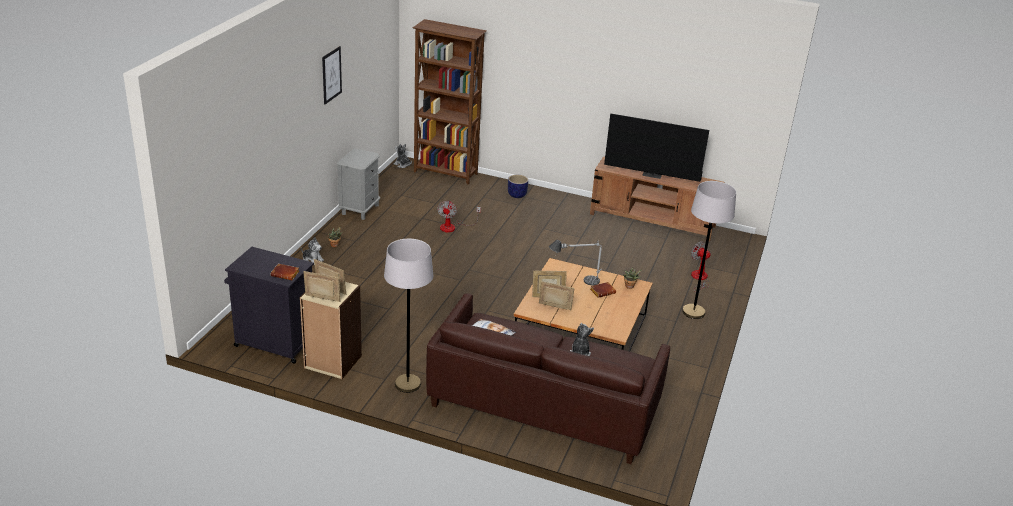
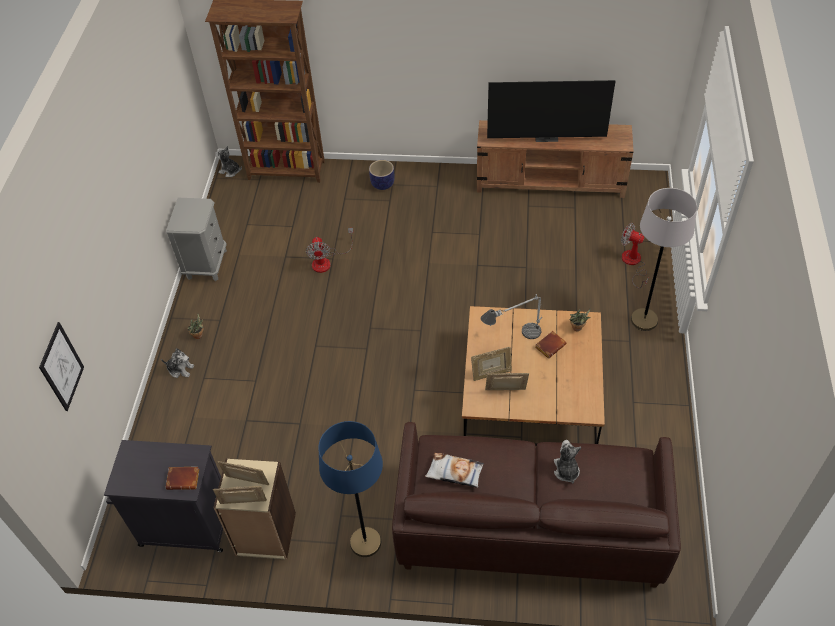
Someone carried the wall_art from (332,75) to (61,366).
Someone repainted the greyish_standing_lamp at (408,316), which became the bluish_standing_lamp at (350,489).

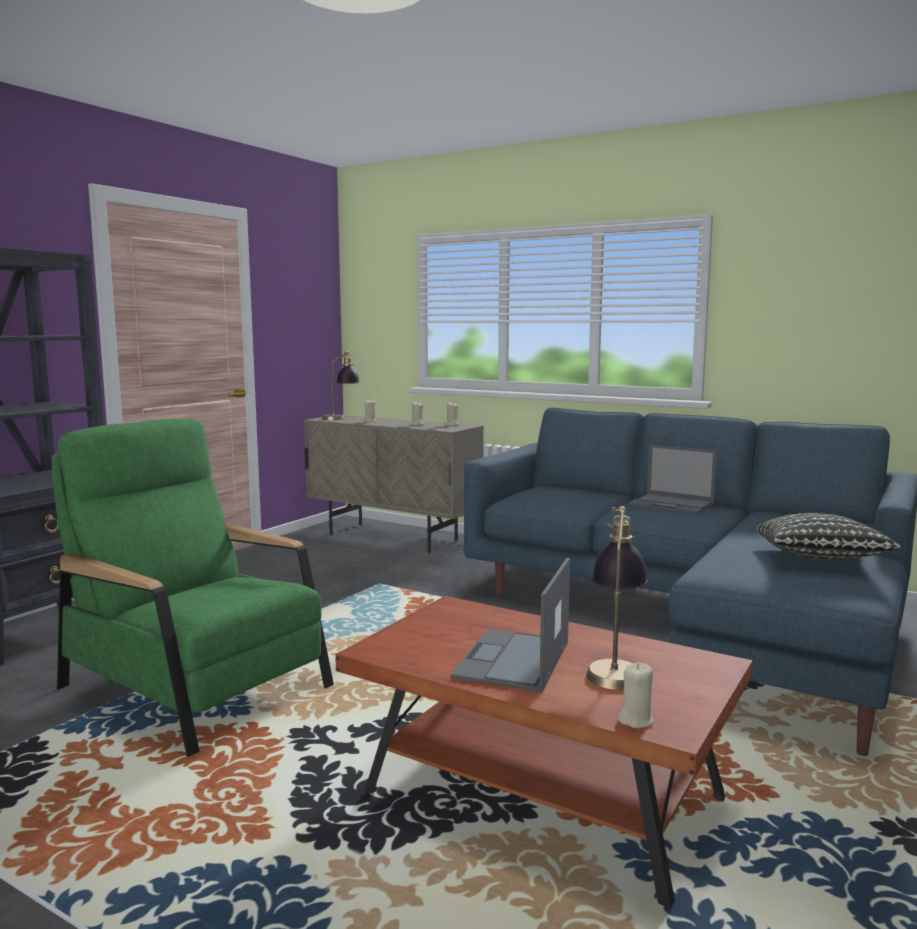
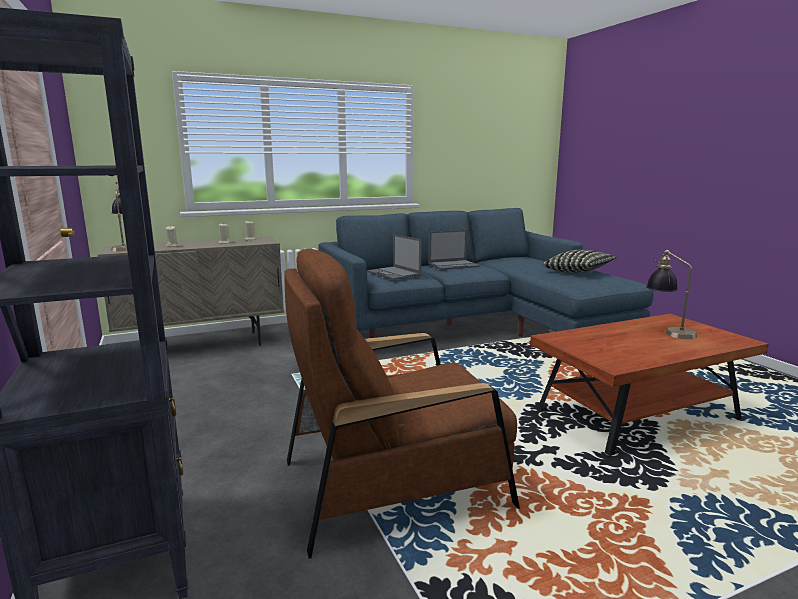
Someone took away the beige_candle at (635,695).
Someone carried the portable_computer from (510,625) to (394,257).
Someone repainted the greenish_lounge_chair at (193,588), which became the brownish_lounge_chair at (402,404).

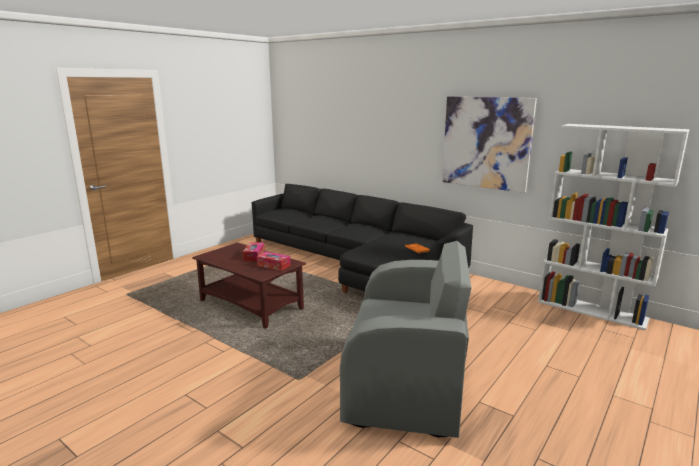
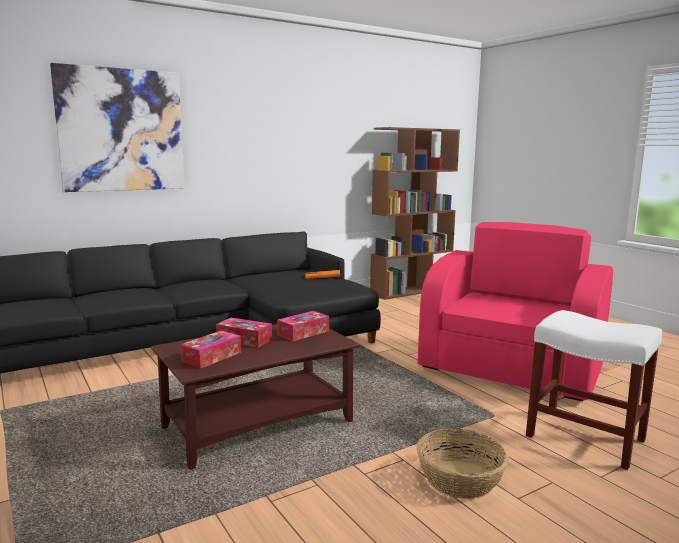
Someone put down the box_of_tissues at (210,349).
Someone put down the basket at (462,463).
Someone put down the white-coloured_stool at (594,390).
Someone carried the wall_art from (489,144) to (117,127).
Someone repainted the greyish_lounge_chair at (405,339), which became the pink_lounge_chair at (515,311).
Someone repainted the white-coloured_bookshelf at (614,227), which became the brownish_bookshelf at (415,213).

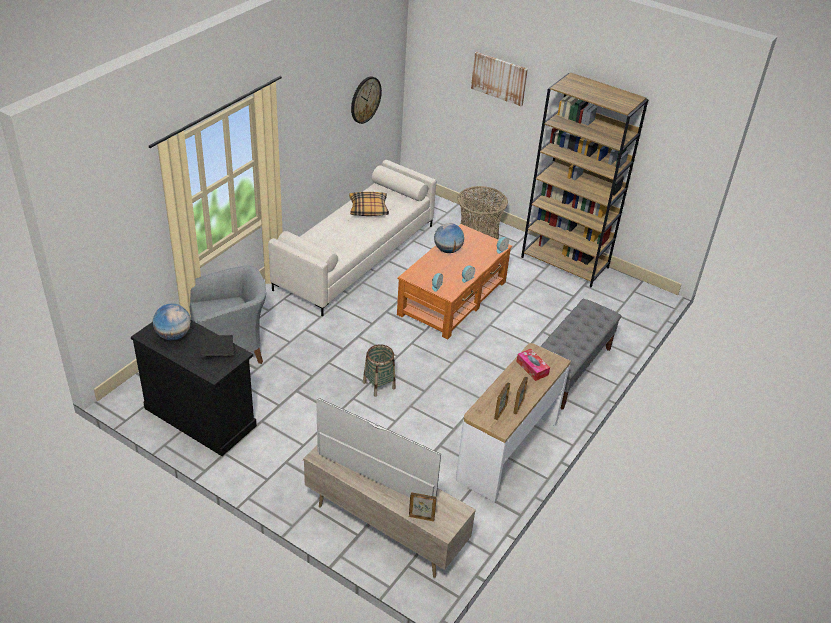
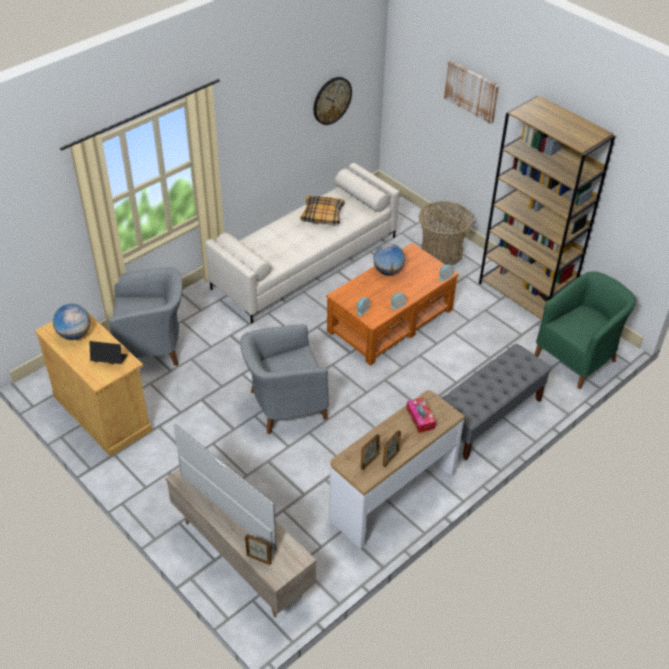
Someone put down the greenish_lounge_chair at (585,330).
Someone swapped the basket at (379,370) for the greyish_lounge_chair at (284,379).
Someone repainted the blackish_storage_cabinet at (194,388), which became the beige_storage_cabinet at (93,381).

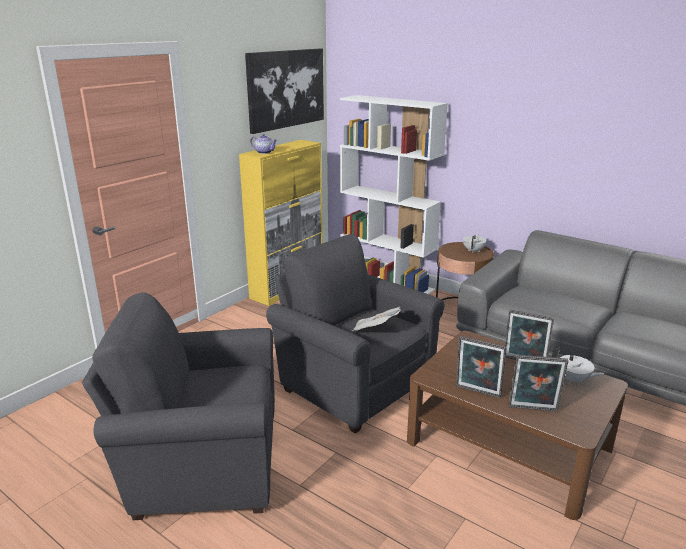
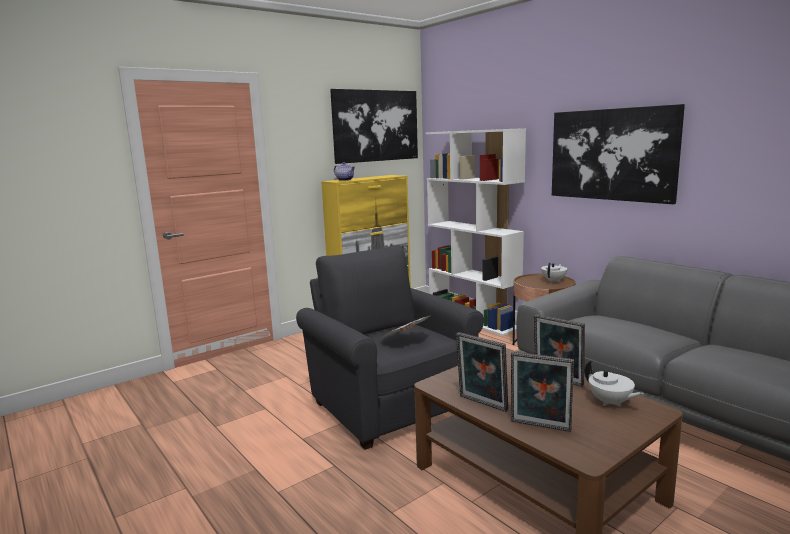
Someone took away the greyish_lounge_chair at (178,406).
Someone put up the wall_art at (618,154).

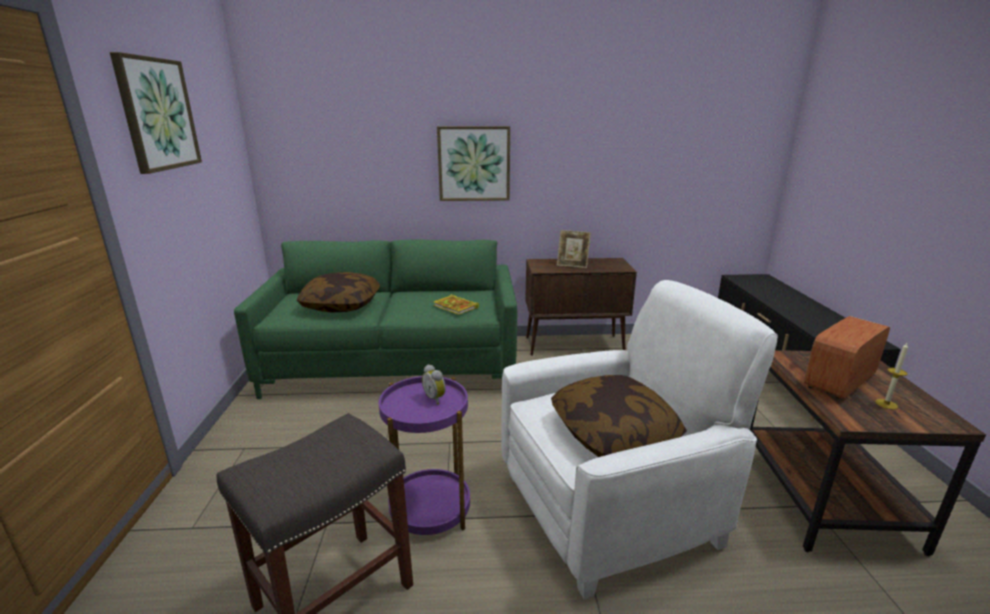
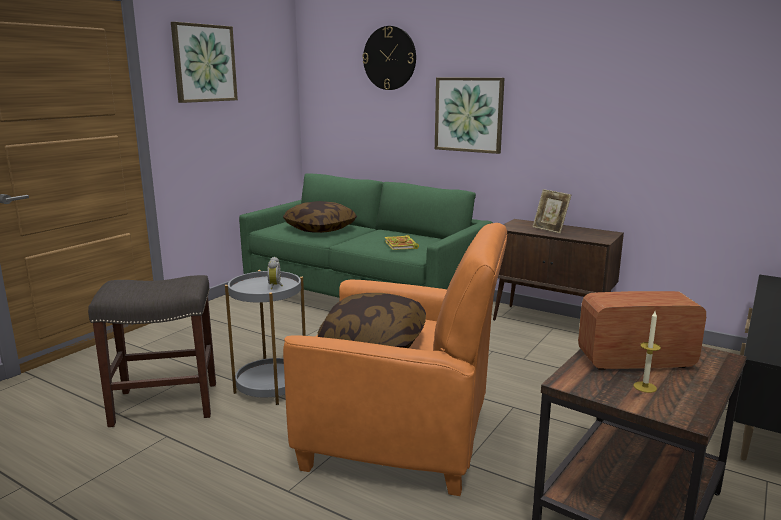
Someone put up the hanging_clock at (389,58).
Someone repainted the purple-coloured_end_table at (424,455), which became the greyish_end_table at (265,337).
Someone repainted the white-coloured_lounge_chair at (640,440), which became the orange_lounge_chair at (395,359).

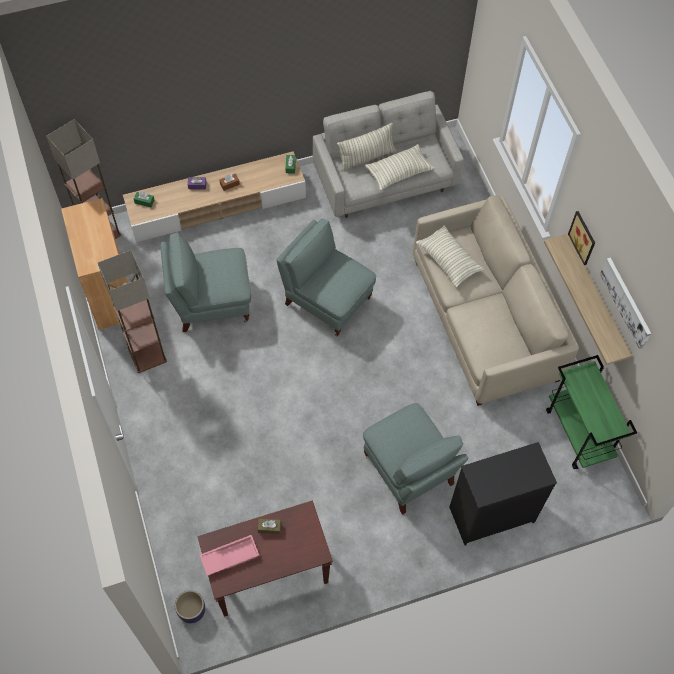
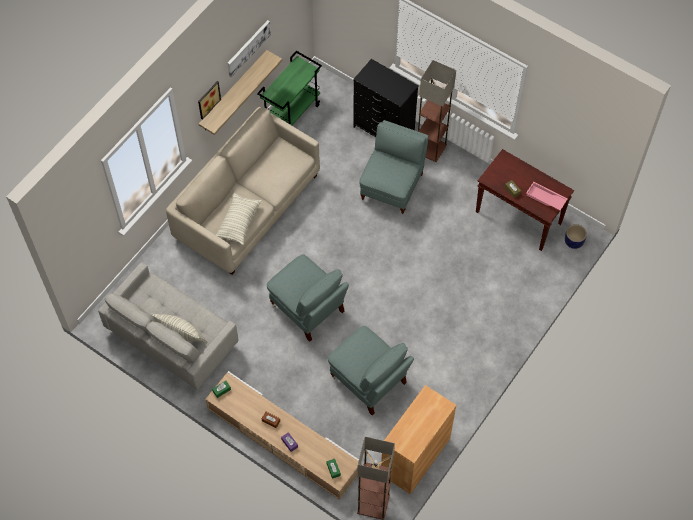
Someone took away the cushion at (400,167).
Someone carried the standing_lamp from (132,311) to (437,111).
Someone rotated the greyish_lounge_chair at (326,277) by 45 degrees counterclockwise.

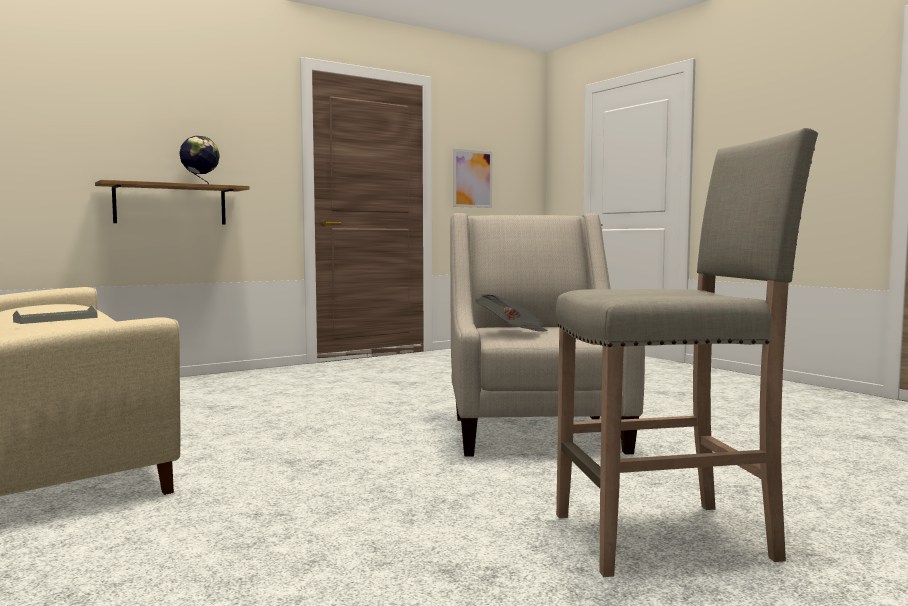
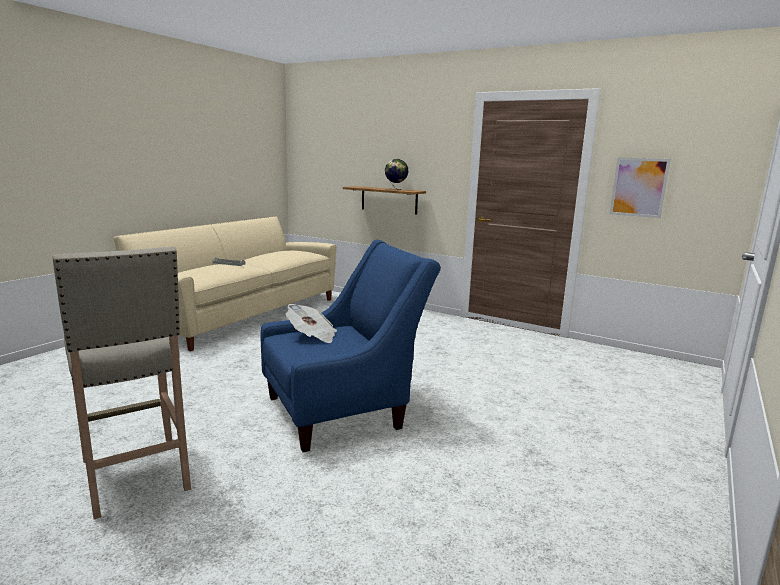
Someone repainted the beige_lounge_chair at (547,335), which became the bluish_lounge_chair at (351,346).

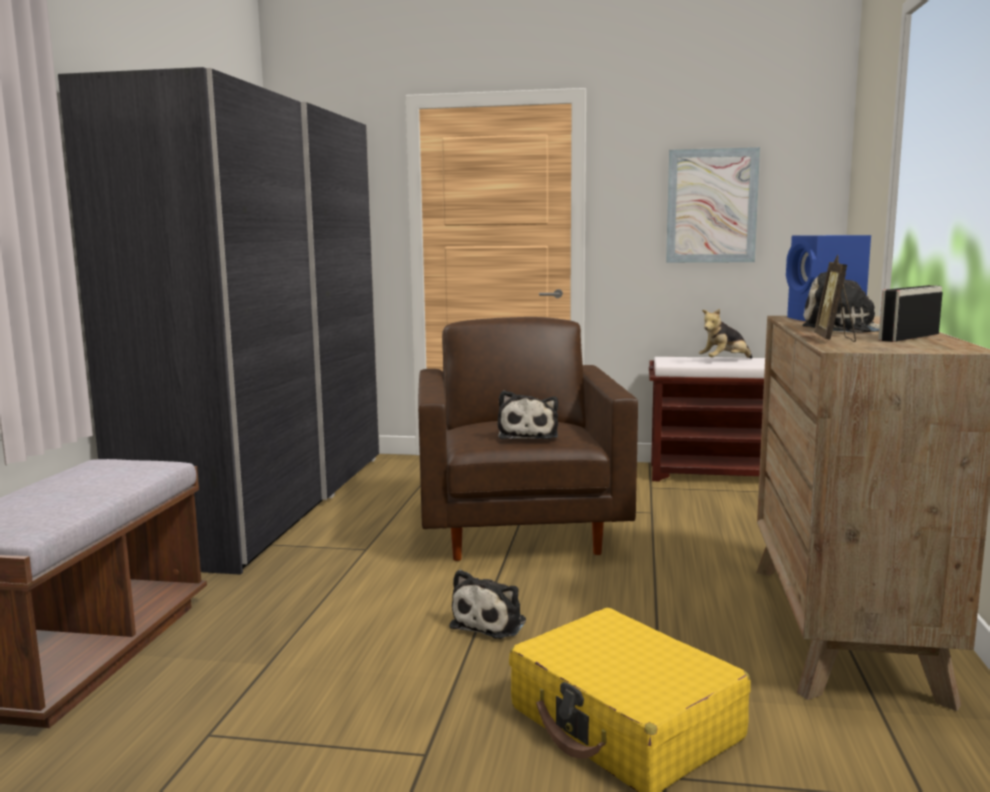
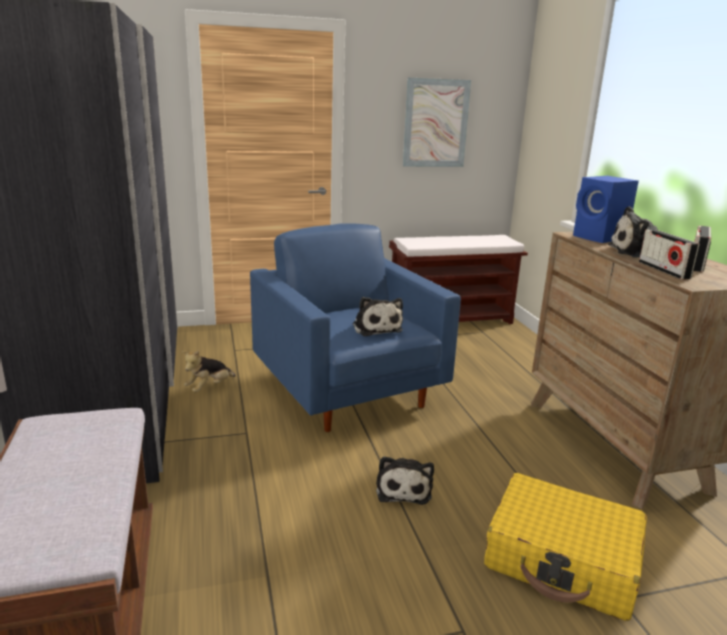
Someone carried the soft_toy from (725,334) to (209,371).
Someone swapped the standing_frame at (835,298) for the radio_set at (669,254).
Someone repainted the brownish_lounge_chair at (528,439), which became the bluish_lounge_chair at (355,327).

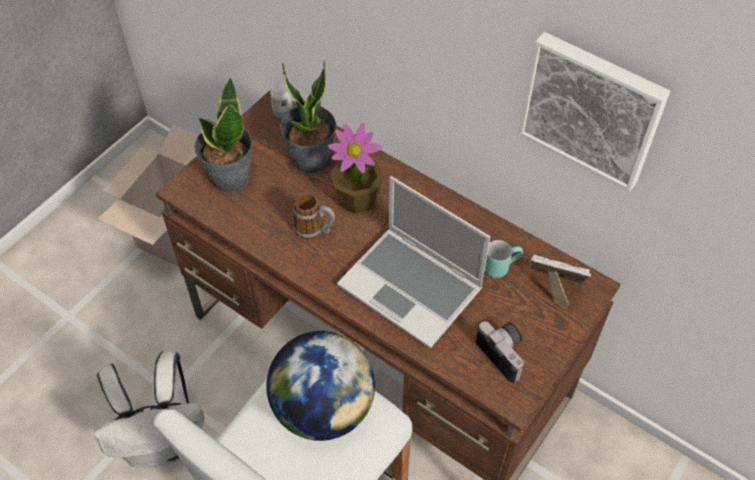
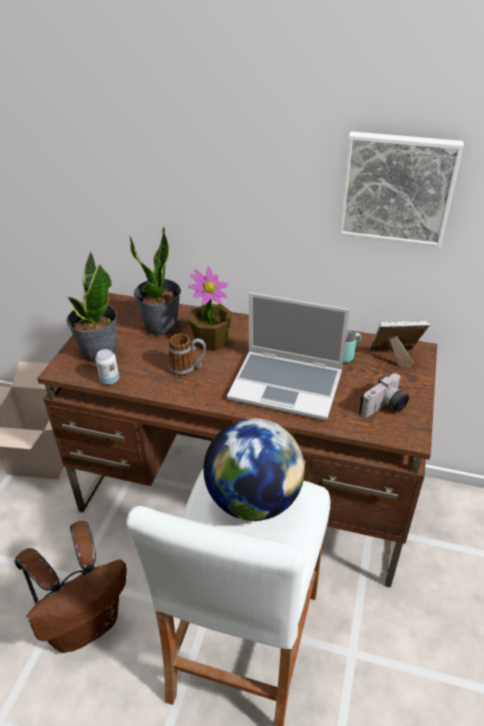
Someone carried the can from (281,100) to (107,366).
Someone repainted the white-coloured_knapsack at (149,409), which became the brownish_knapsack at (70,587).
Someone rotated the photo_camera at (499,352) by 105 degrees clockwise.

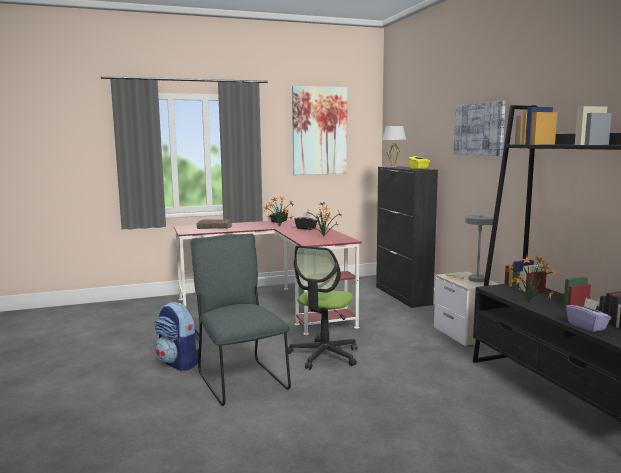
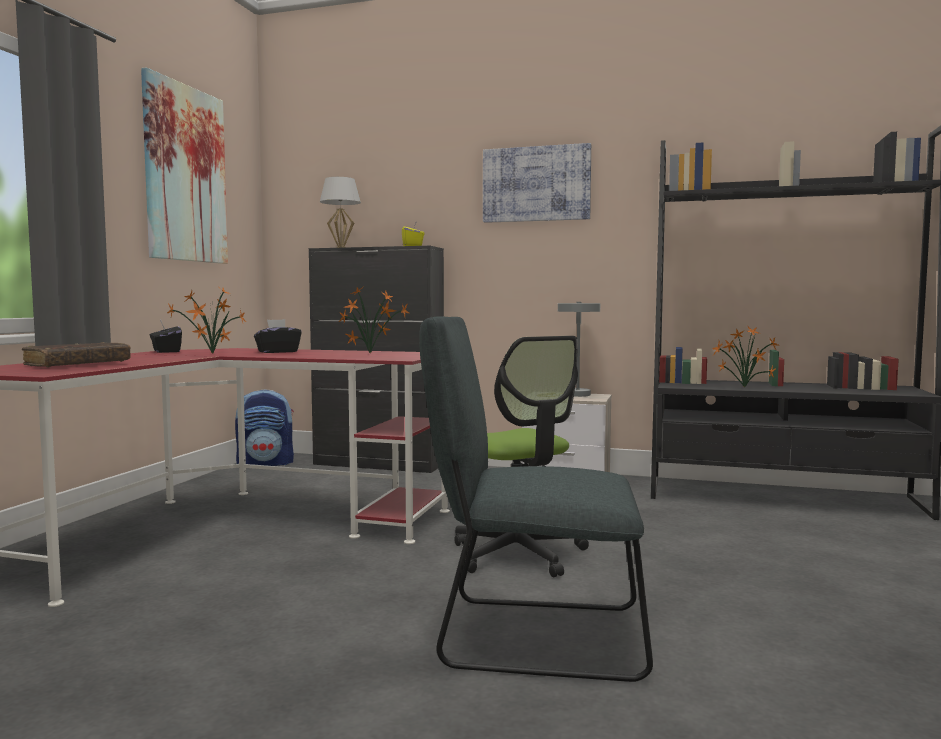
Someone took away the purple-coloured_box_of_tissues at (588,315).
Someone carried the knapsack from (178,336) to (264,427).

